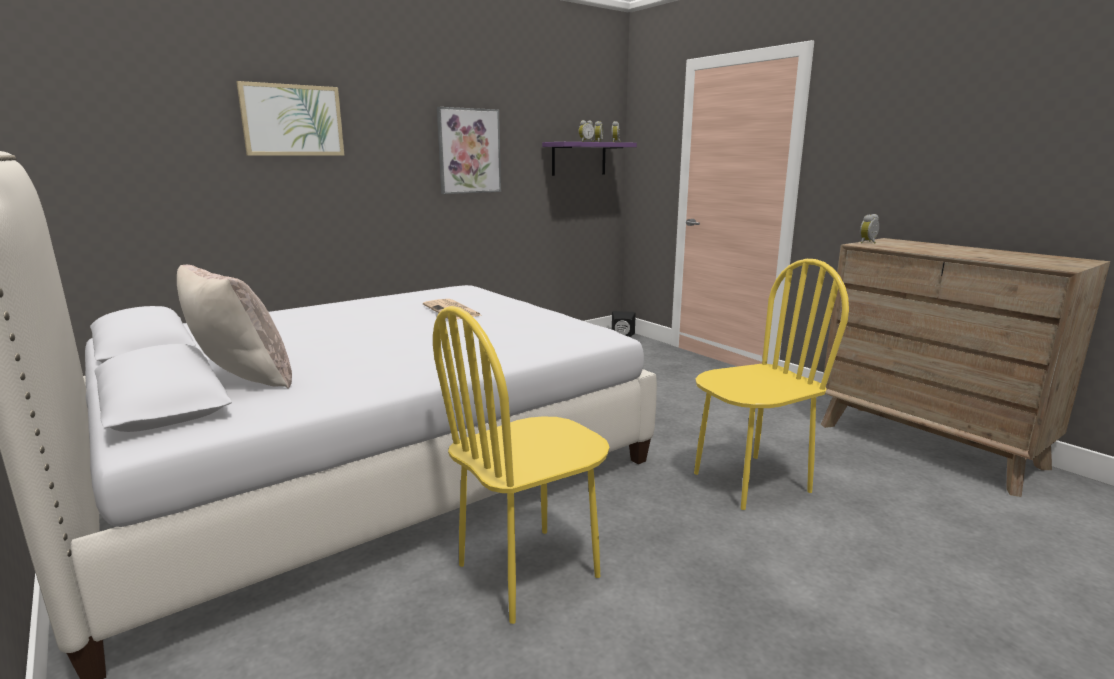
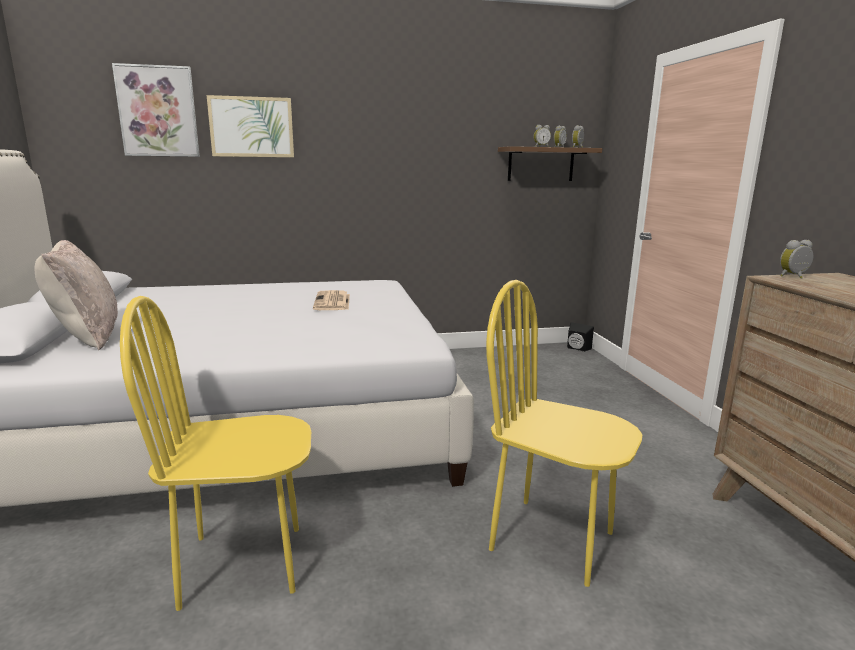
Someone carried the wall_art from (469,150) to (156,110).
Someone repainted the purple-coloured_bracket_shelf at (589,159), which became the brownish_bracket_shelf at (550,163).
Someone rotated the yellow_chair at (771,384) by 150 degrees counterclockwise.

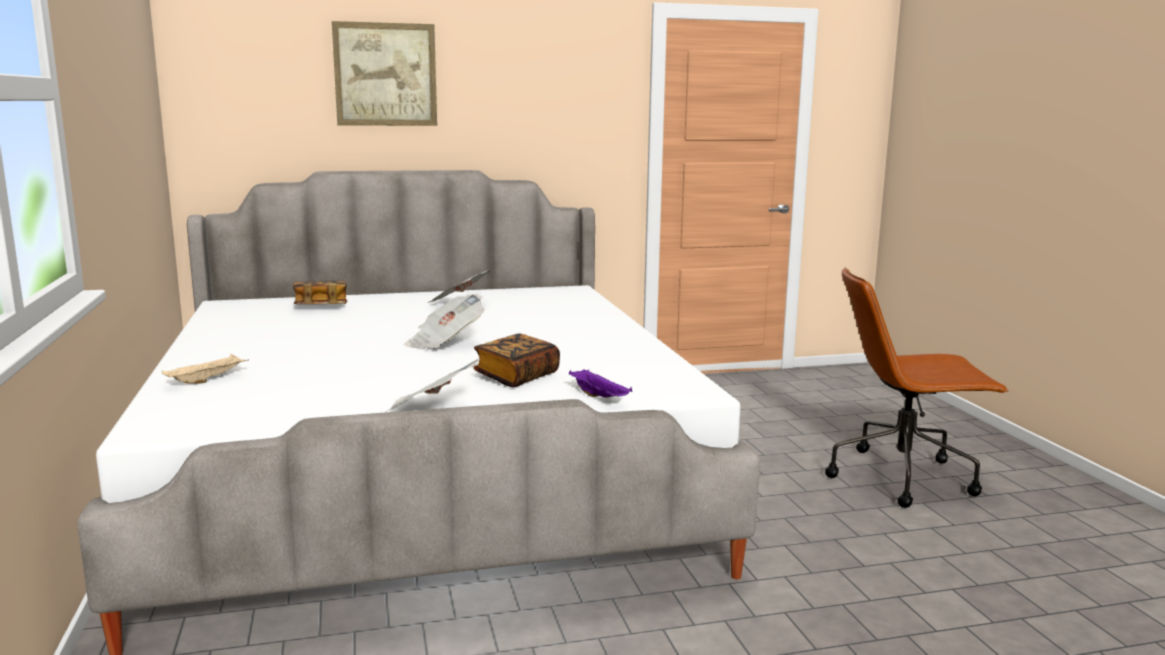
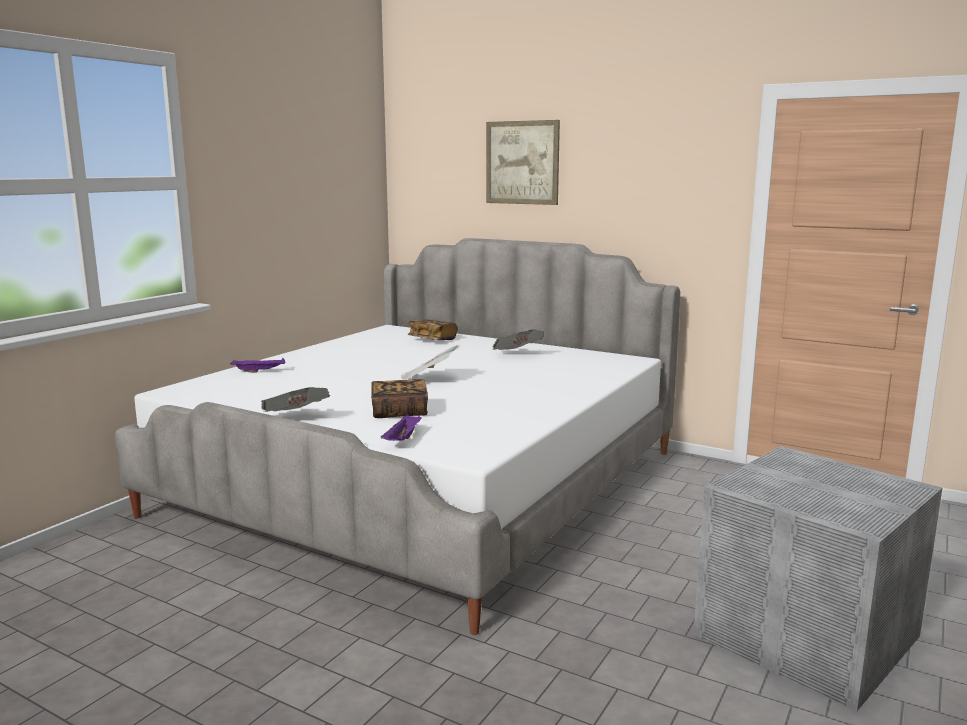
Someone swapped the brownish_computer_chair at (917,387) for the greyish_storage_container at (817,578).
Someone repainted the beige_tray at (205,369), which became the purple-coloured_tray at (257,365).

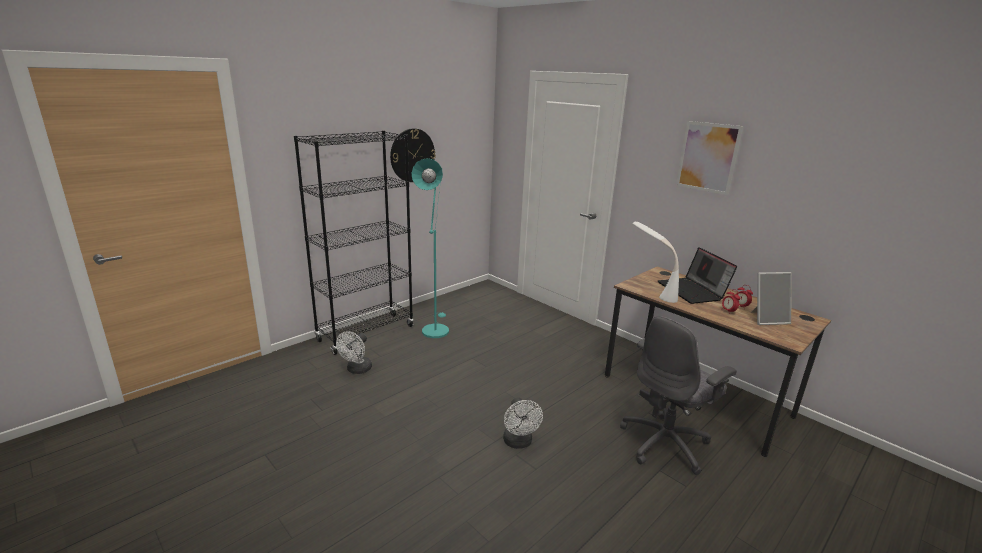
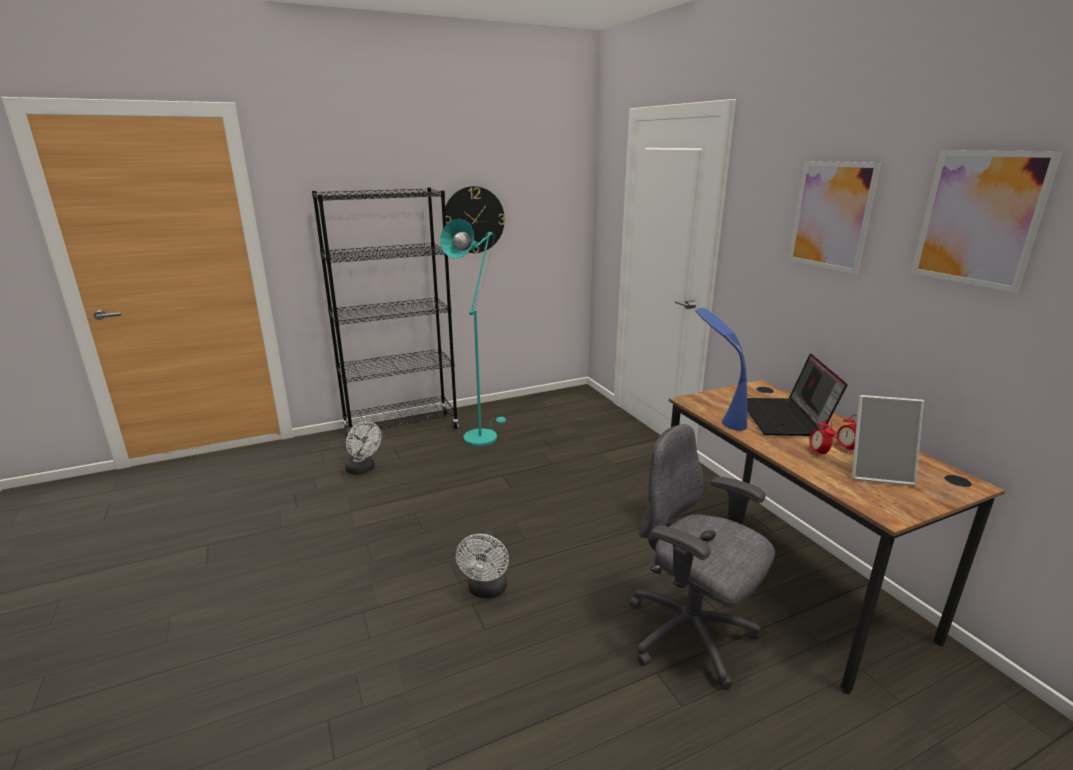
Someone put up the wall_art at (987,221).
Someone repainted the white-coloured_tabletop_lamp at (656,262), which became the bluish_tabletop_lamp at (721,369).
Someone rotated the white-coloured_electric_fan at (354,352) by 90 degrees counterclockwise.
Someone rotated the greyish_computer_chair at (678,395) by 60 degrees clockwise.

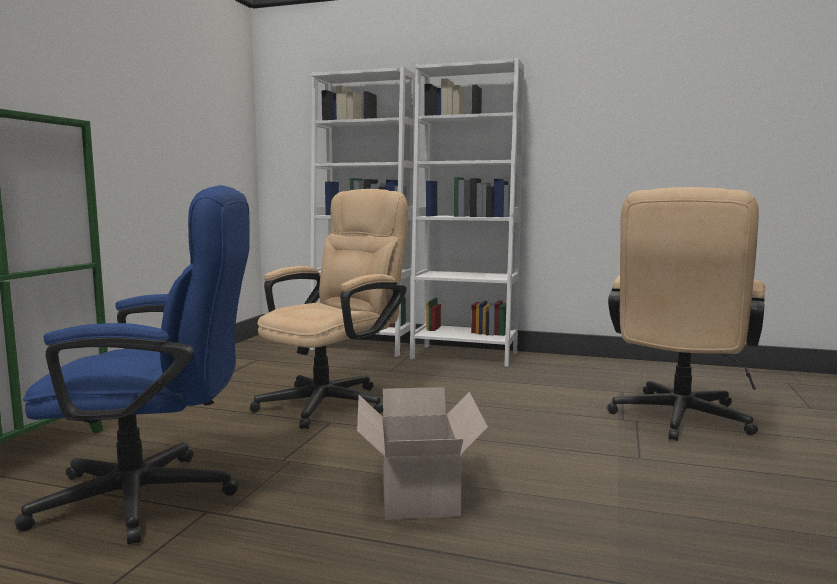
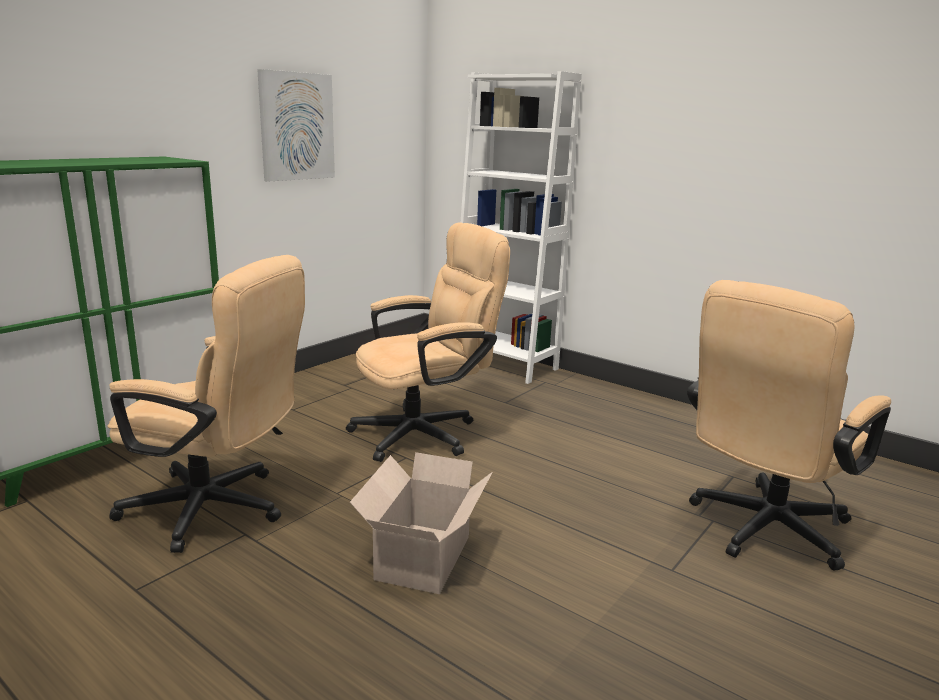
Someone took away the white-coloured_bookshelf at (467,212).
Someone put up the wall_art at (296,125).
Someone repainted the bluish_computer_chair at (132,364), which became the beige_computer_chair at (206,404).

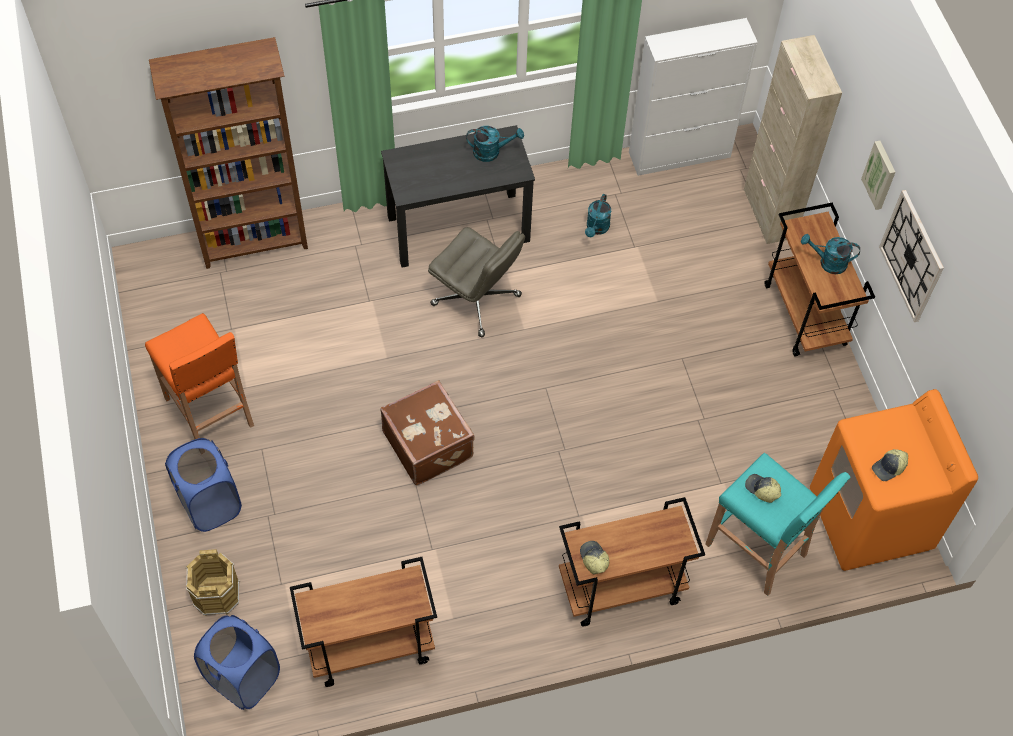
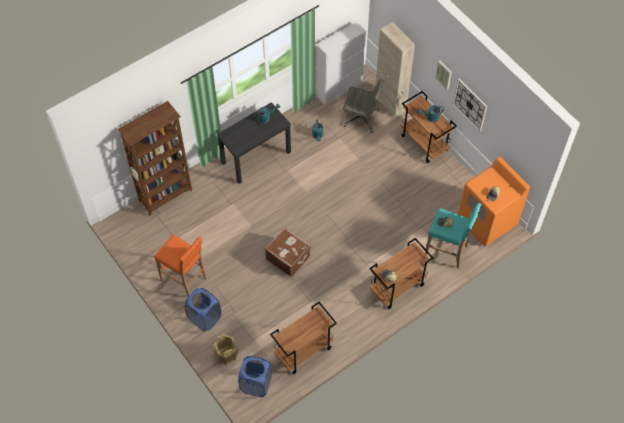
Someone carried the greyish_computer_chair from (476,282) to (363,105).

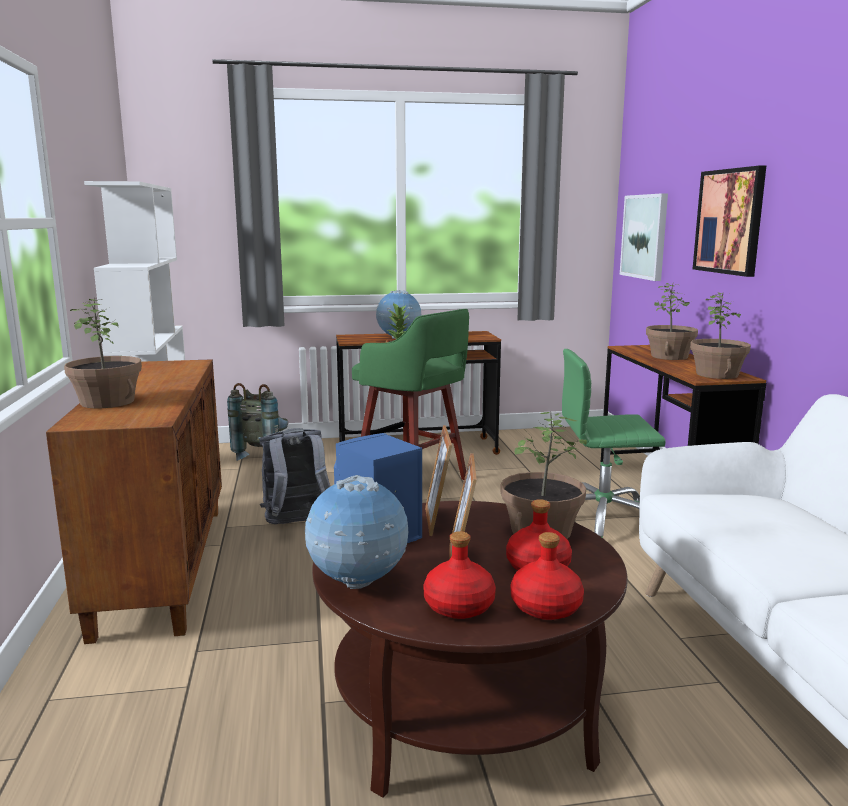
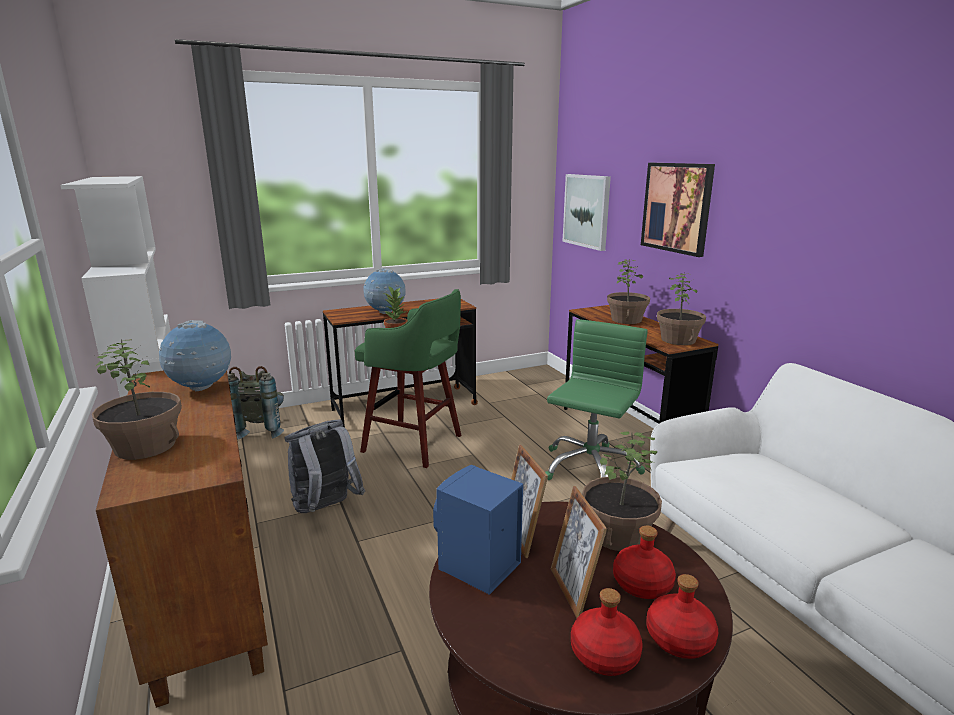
Someone carried the globe from (357,532) to (195,355).
Someone rotated the greenish_computer_chair at (614,443) by 135 degrees clockwise.

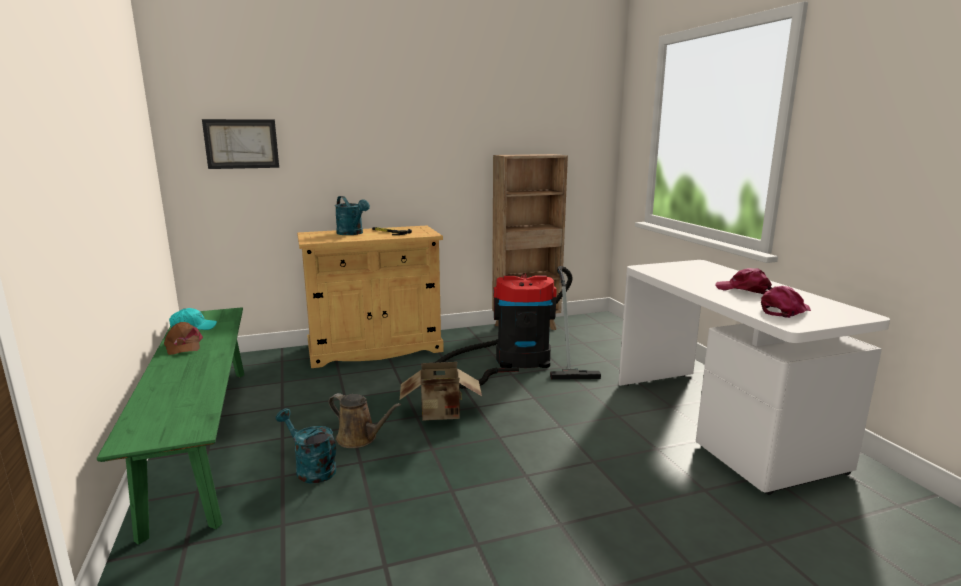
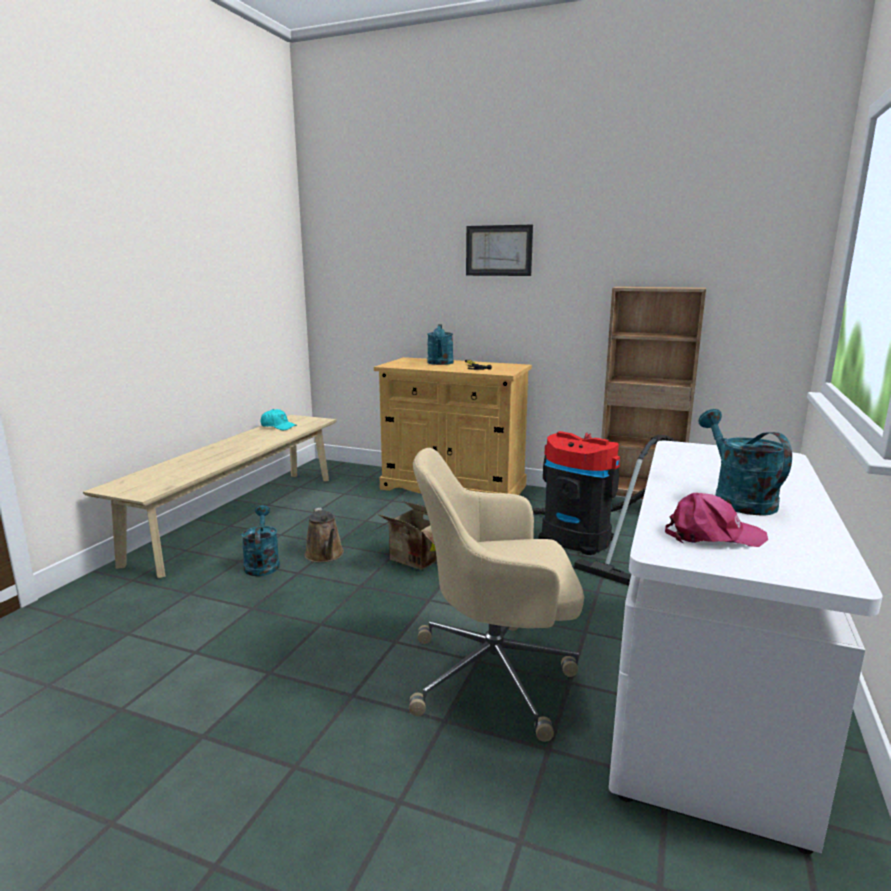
Someone took away the brownish_cap at (183,338).
Someone put down the beige_computer_chair at (496,595).
Someone carried the wall_art from (240,144) to (499,250).
Someone swapped the pink_cap at (743,281) for the turquoise-coloured_watering_can at (745,462).
Someone repainted the greenish_long_seat at (170,426), which became the beige_long_seat at (210,496).

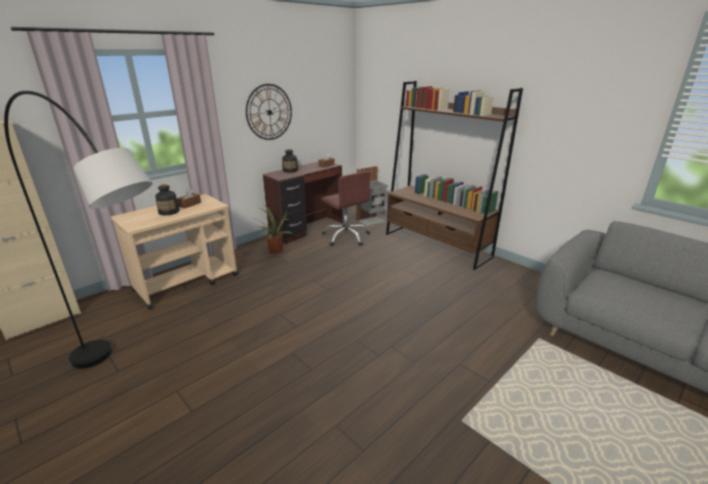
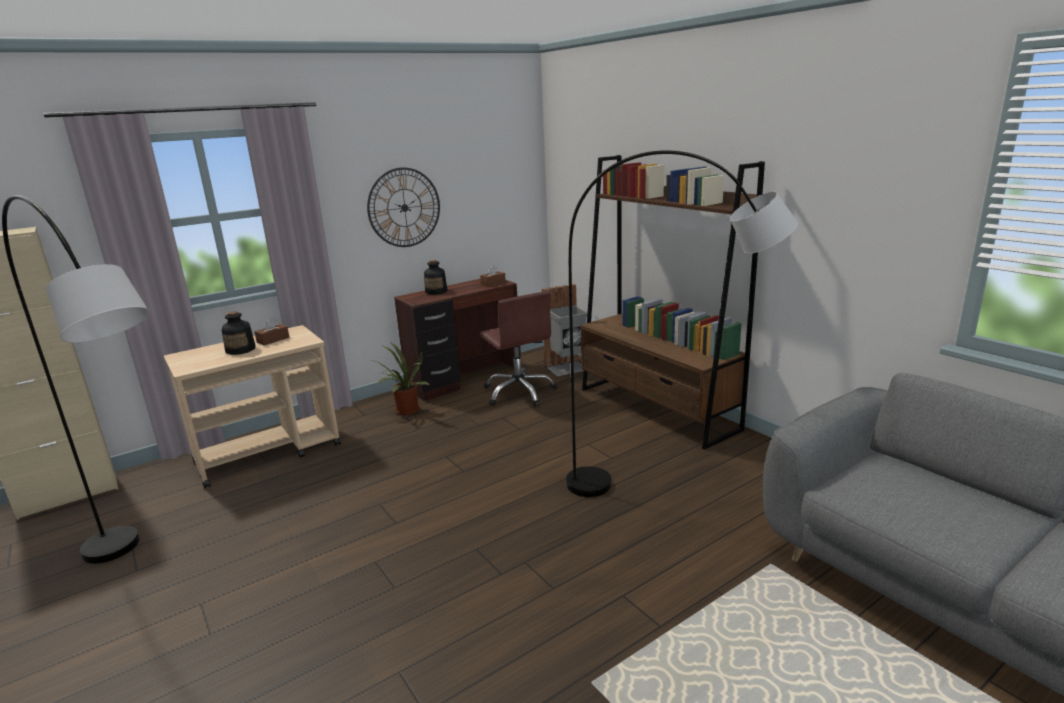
Someone put down the greyish_standing_lamp at (682,323).

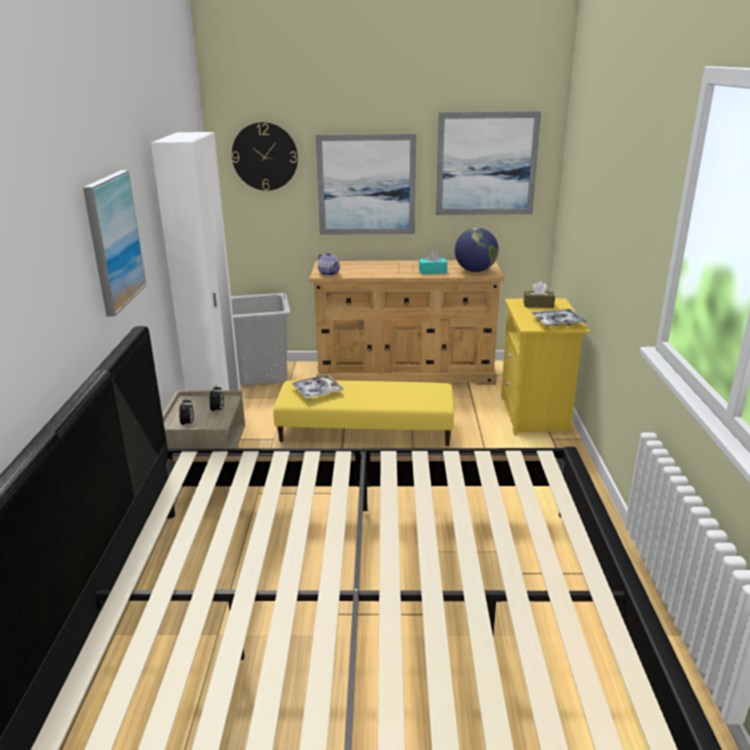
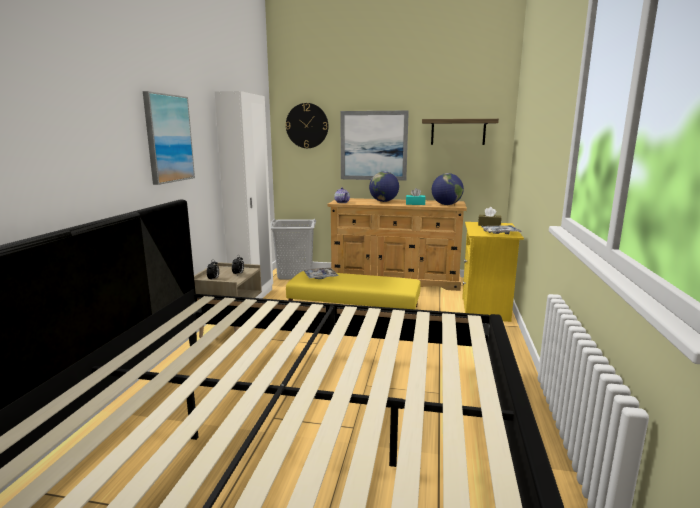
Someone put down the globe at (384,186).
Someone swapped the wall_art at (488,163) for the bracket_shelf at (460,132).

